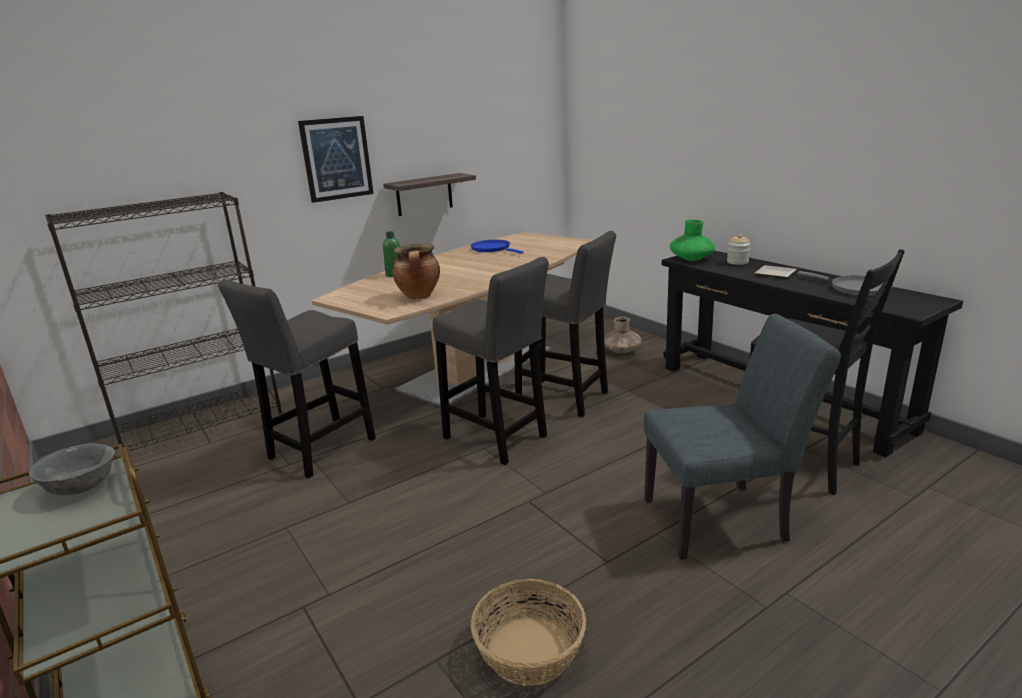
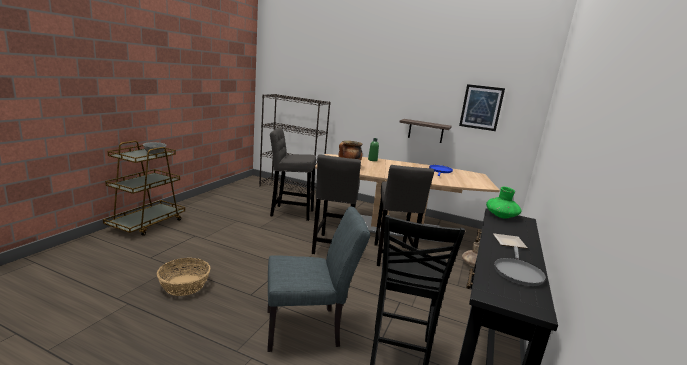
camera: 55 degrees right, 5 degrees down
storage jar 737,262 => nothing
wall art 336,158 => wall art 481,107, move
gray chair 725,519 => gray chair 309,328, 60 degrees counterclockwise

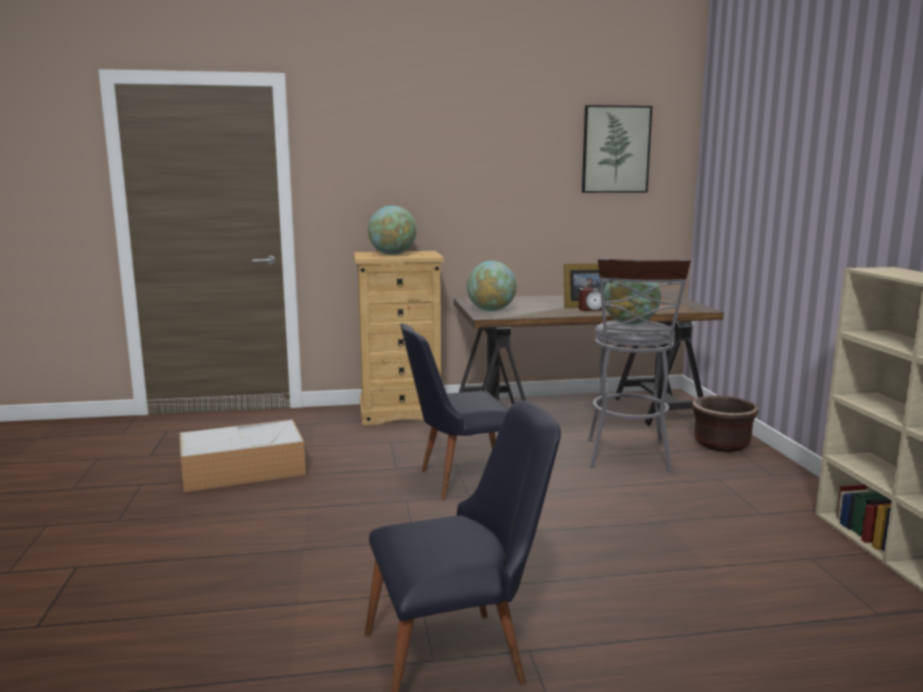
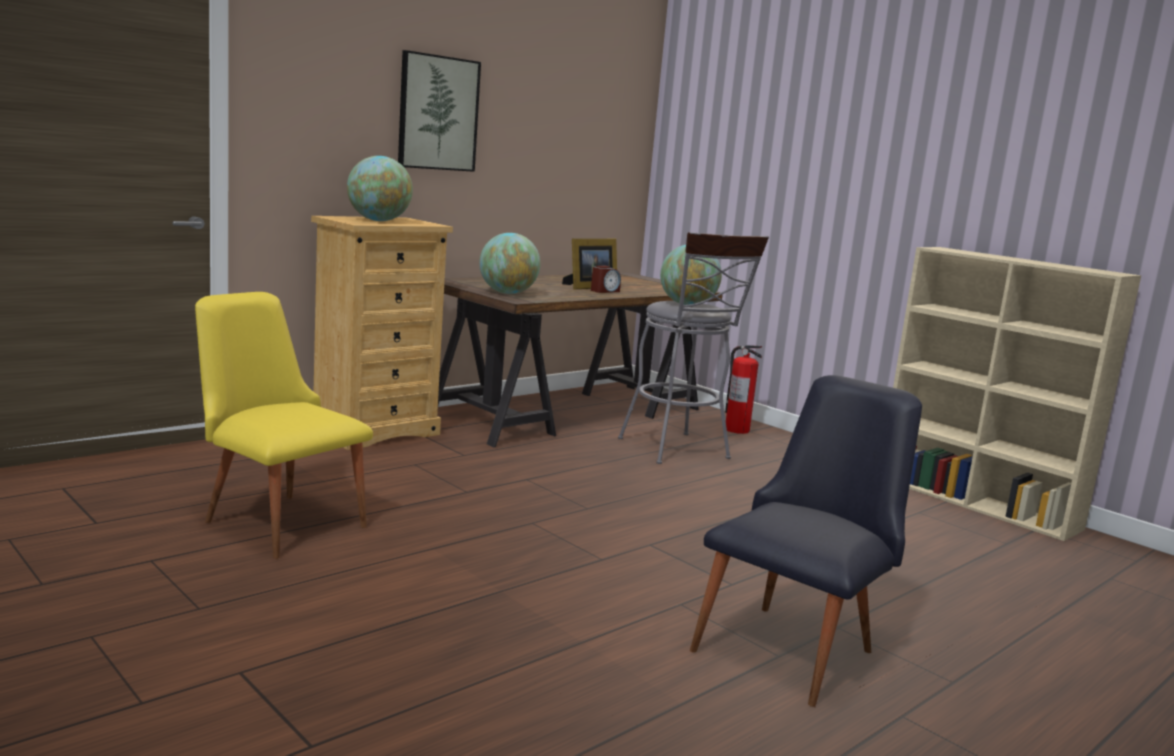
camera: 35 degrees left, 0 degrees up
blackish chair 460,480 => nothing
wall art 615,149 => wall art 437,113, move
storage box 245,469 => yellow chair 277,519
brown-coloured flower pot 721,444 => extinguisher 736,429

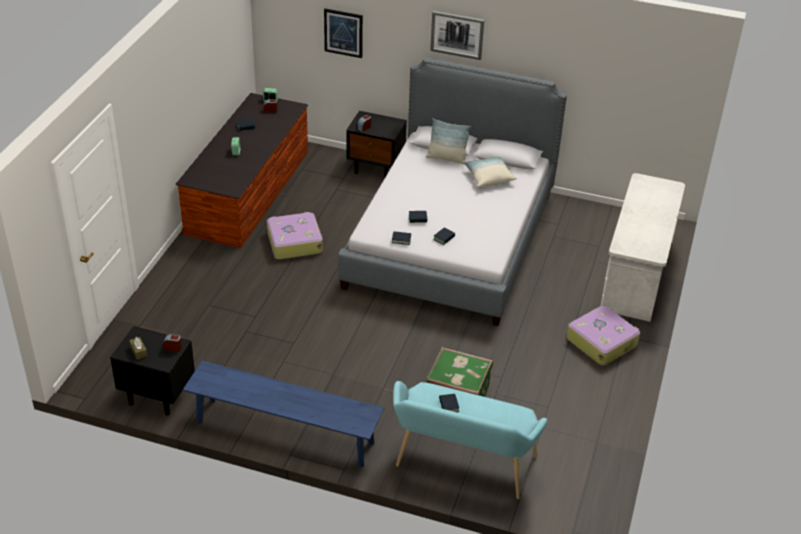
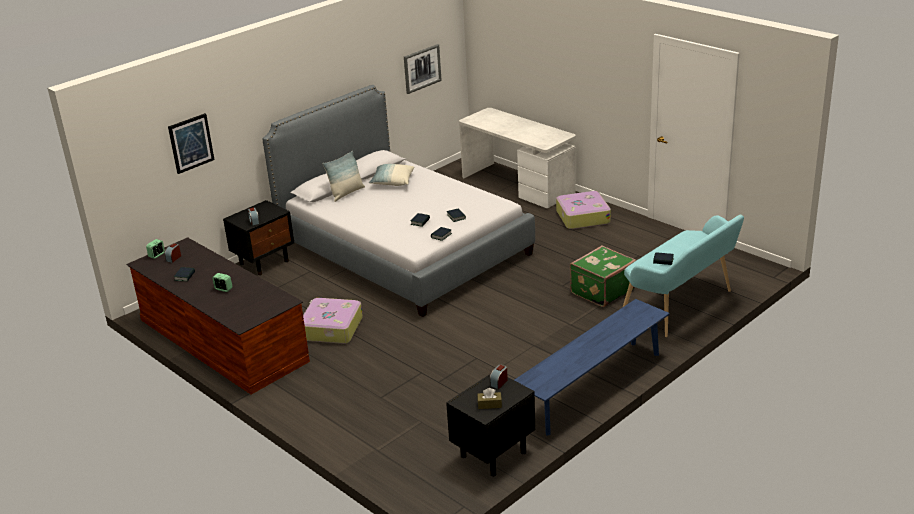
camera: 60 degrees left, 10 degrees down
wall art 457,35 => wall art 422,68, move

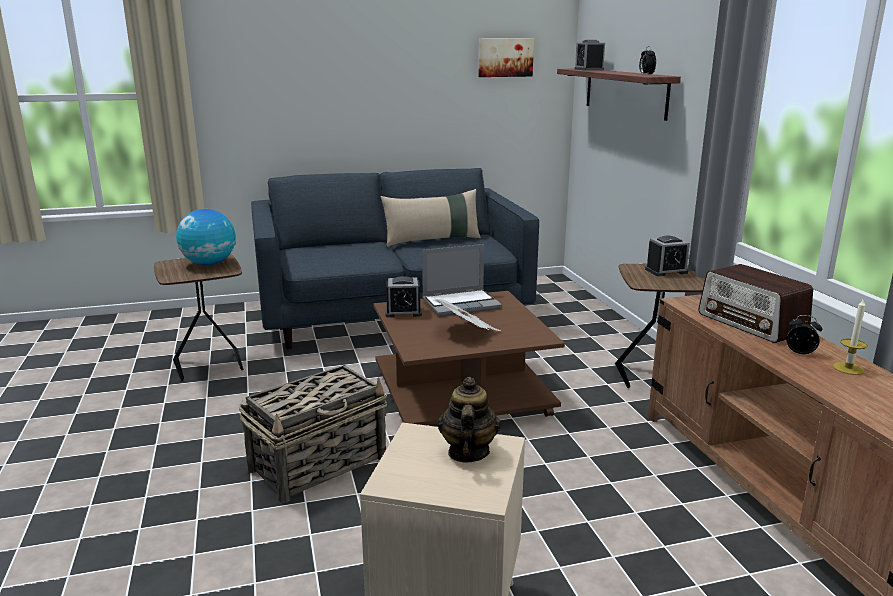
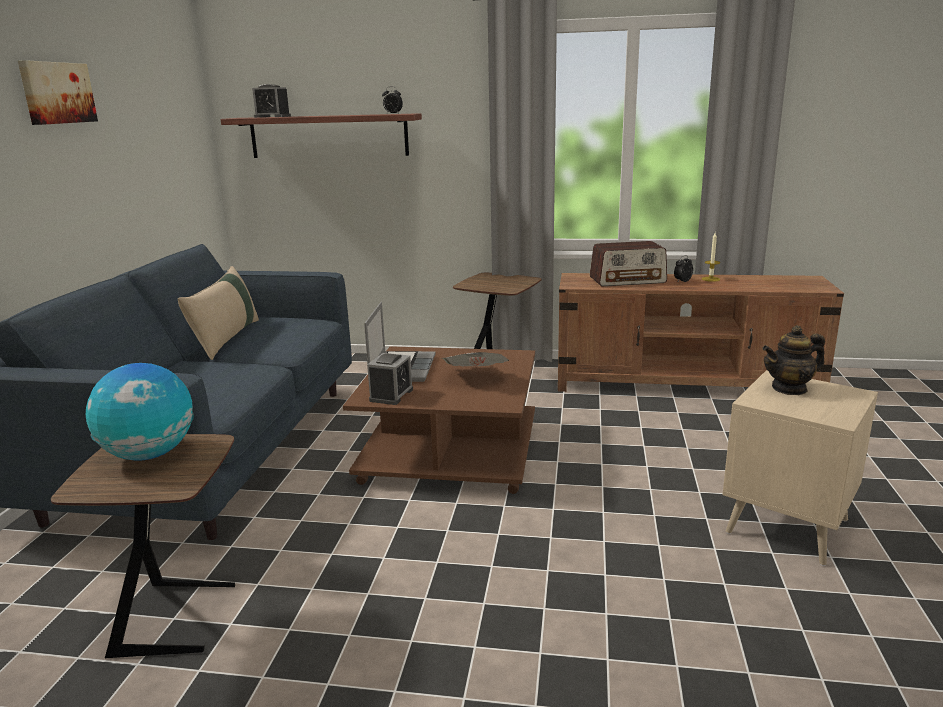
camera: 65 degrees left, 0 degrees up
basket 319,463 => nothing
bedside clock 666,271 => nothing
wall art 505,57 => wall art 56,93, move
tea pot 468,452 => tea pot 789,388, 45 degrees counterclockwise

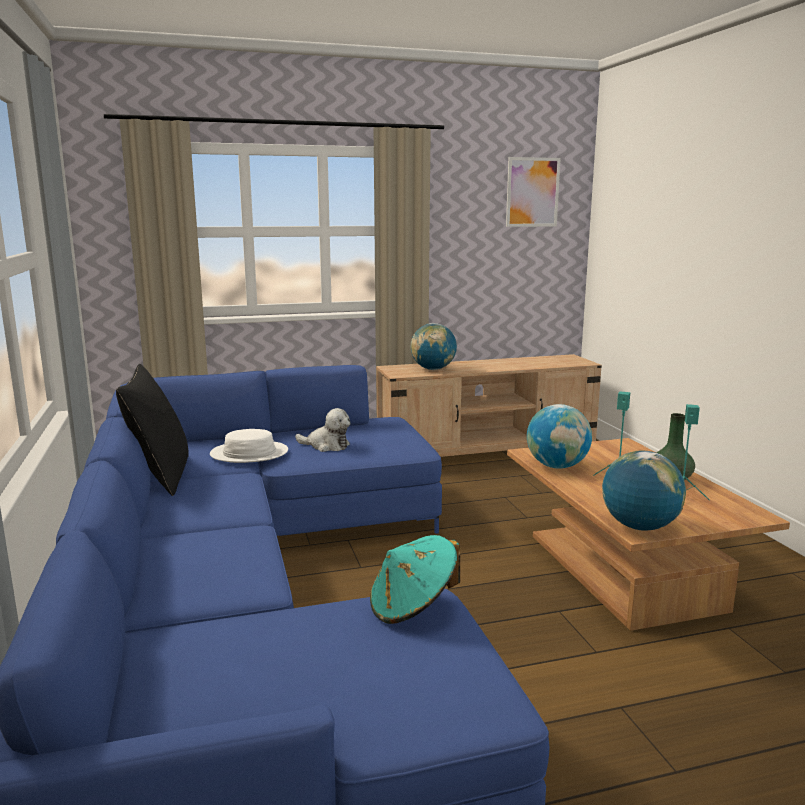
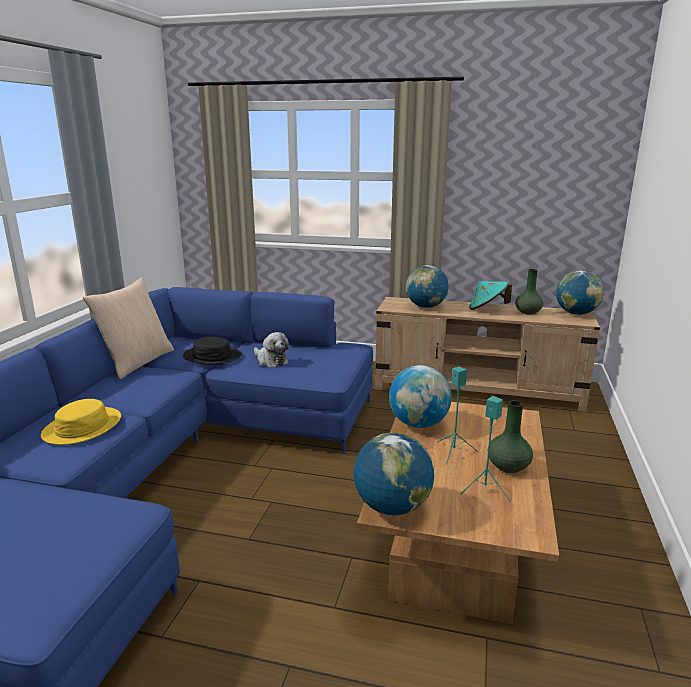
camera: 30 degrees right, 5 degrees up
wall art 532,192 => nothing
nothing => yellow clothing hat 82,427
nothing => green flower vase 528,312
nothing => world globe 576,314
turquoise clothing hat 413,606 => turquoise clothing hat 487,309, move
blackish throw pillow 161,476 => beige throw pillow 137,362
white clothing hat 249,453 => blackish clothing hat 212,356

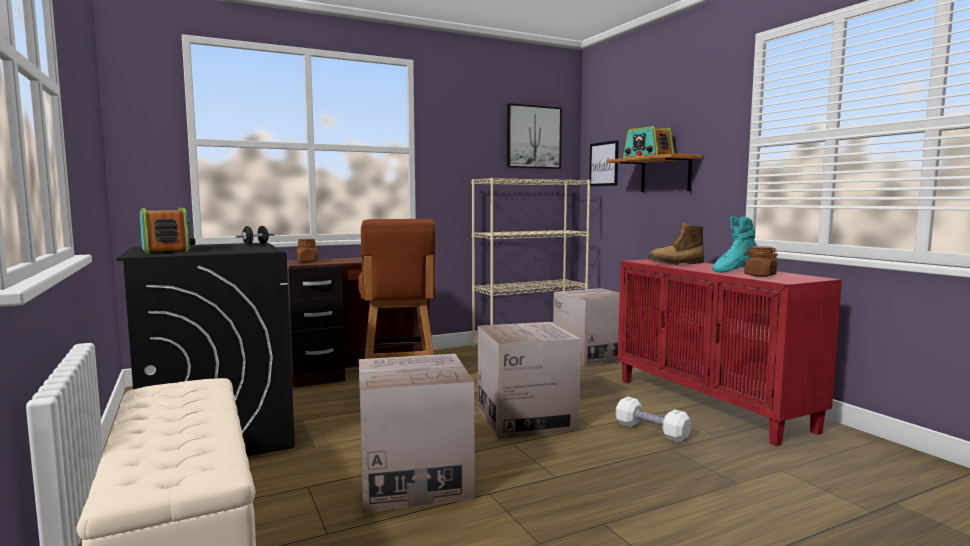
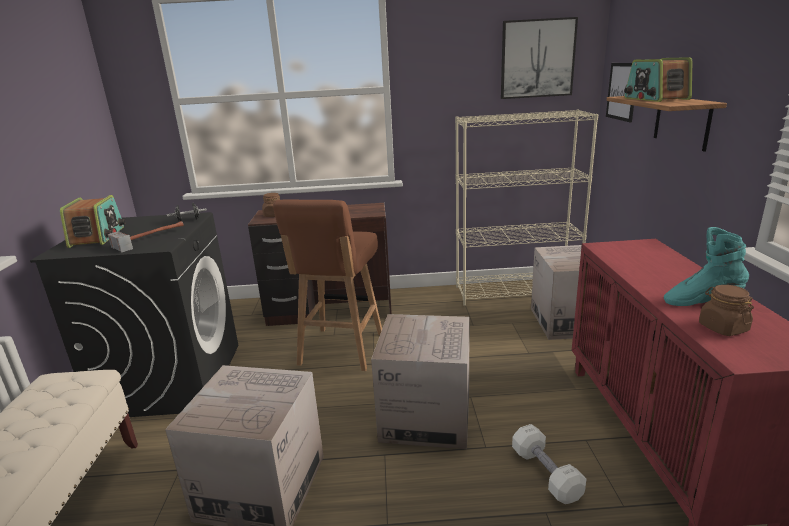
camera: 25 degrees right, 15 degrees up
tall boot 676,264 => nothing
nothing => hand hammer 149,238

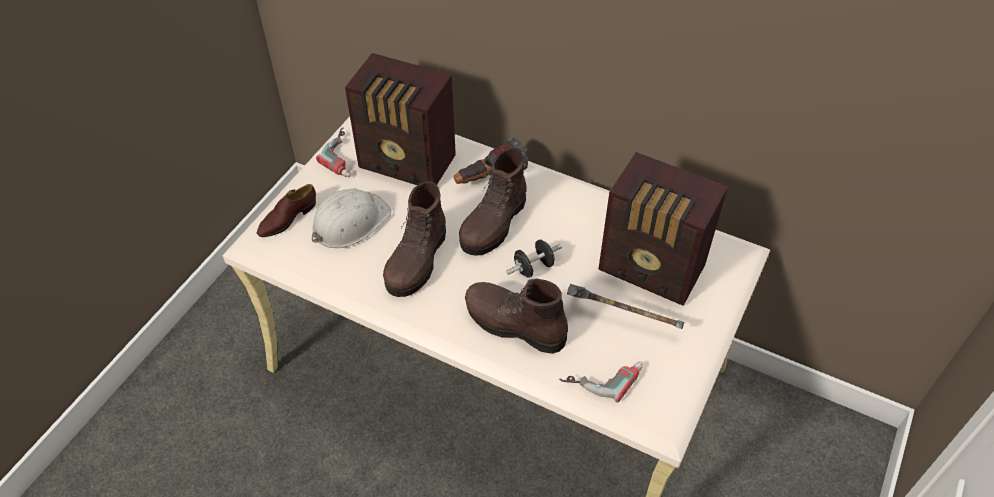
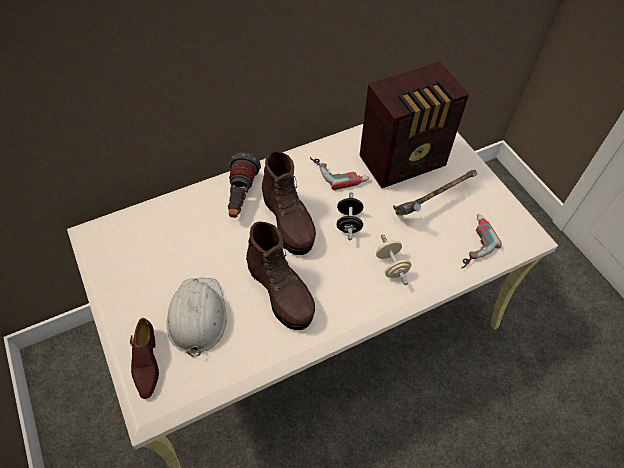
camera: 55 degrees left, 5 degrees up
radio receiver 408,164 => nothing
electric drill 345,156 => electric drill 339,171, move
brown-coloured tall boot 514,325 => beige hand weight 391,266

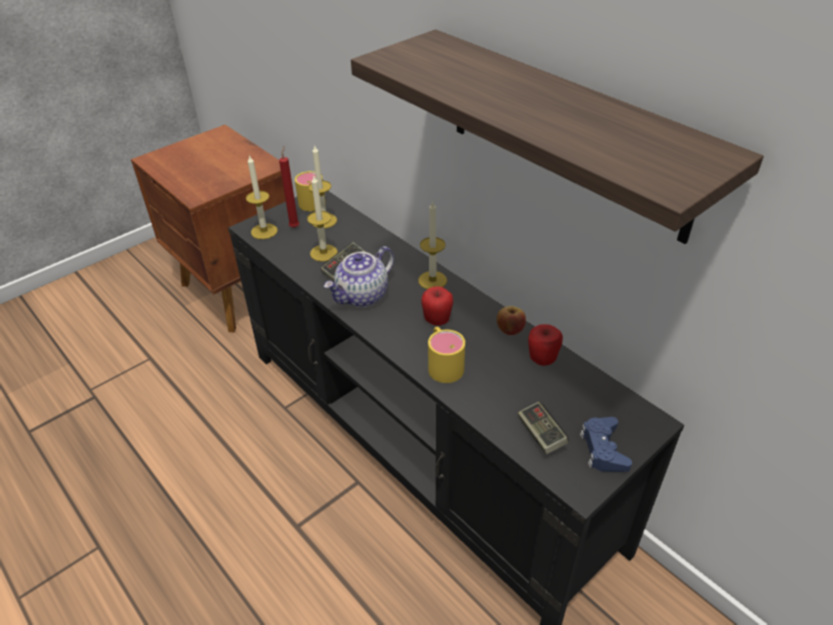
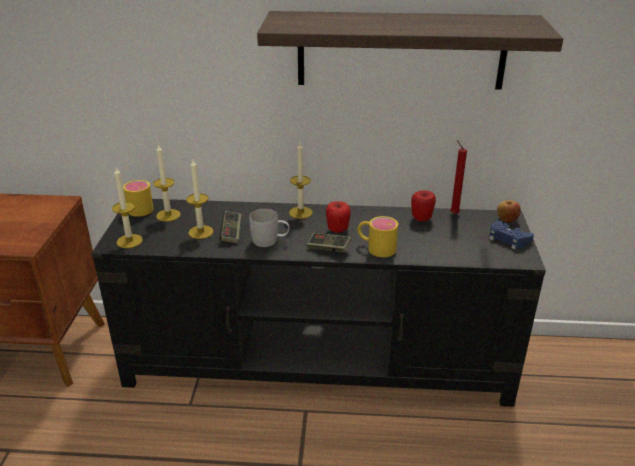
camera: 45 degrees left, 10 degrees down
red wax light 295,226 => red wax light 453,213, move
apple fruit 510,330 => apple fruit 507,219, move
gamepad 541,434 => gamepad 328,249, move
tea pot 362,296 => white coffee mug 270,241

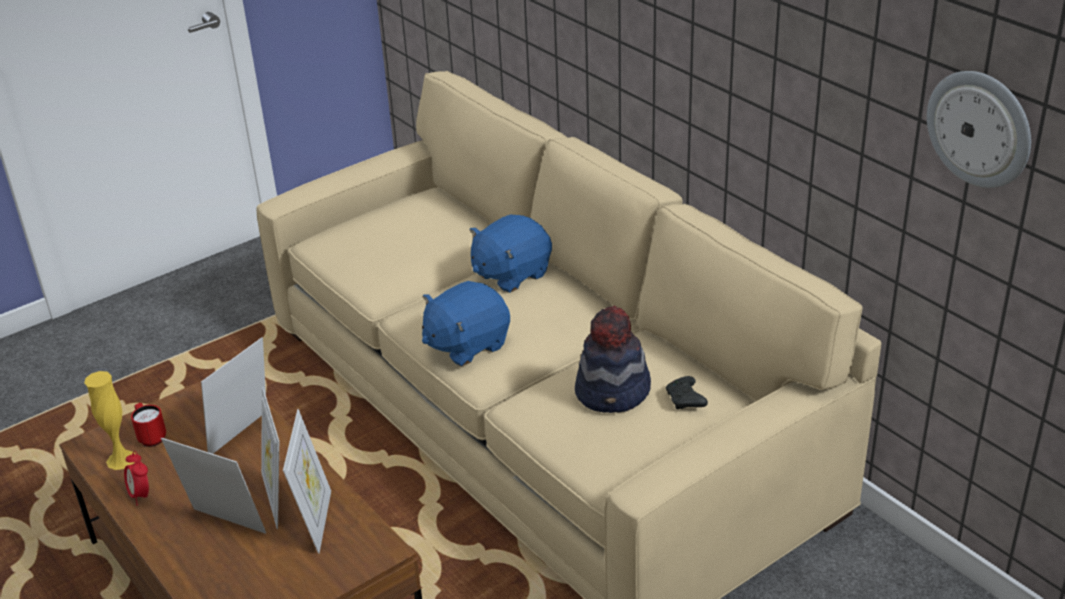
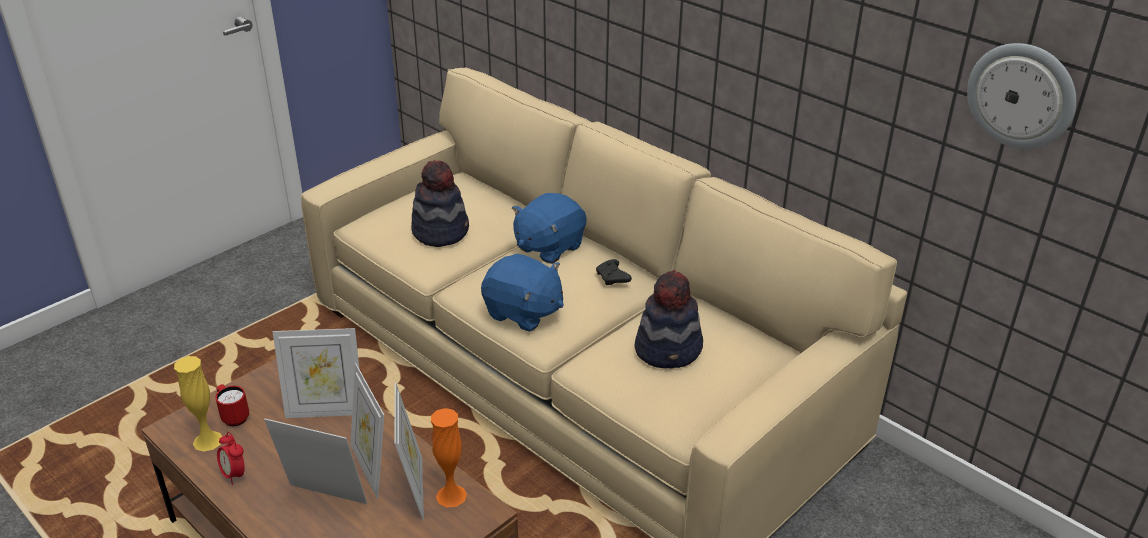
camera: 10 degrees left, 0 degrees up
nothing => clothing hat 441,231
nothing => orange-coloured flower vase 451,496
blackish gamepad 686,400 => blackish gamepad 613,278, move
standing frame 243,436 => standing frame 326,410, 120 degrees counterclockwise
blue plush toy 466,344 => blue plush toy 523,313, 105 degrees counterclockwise

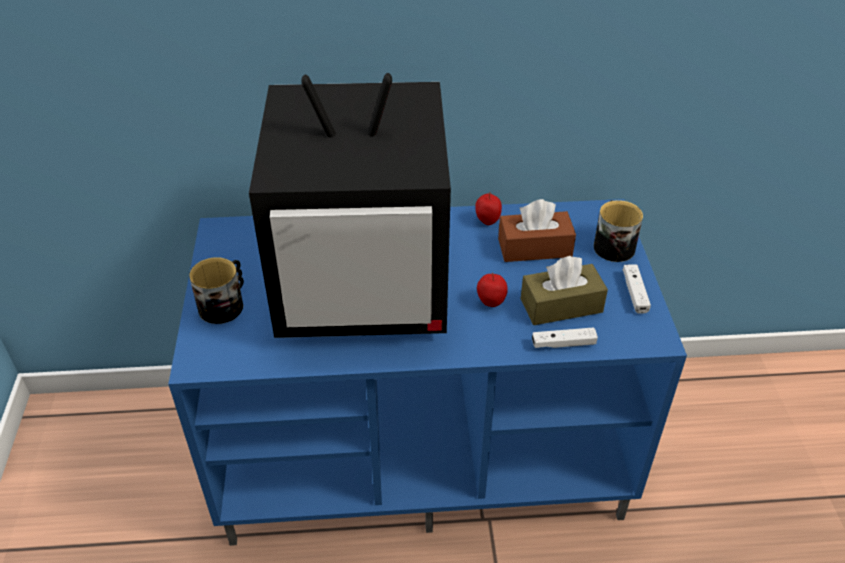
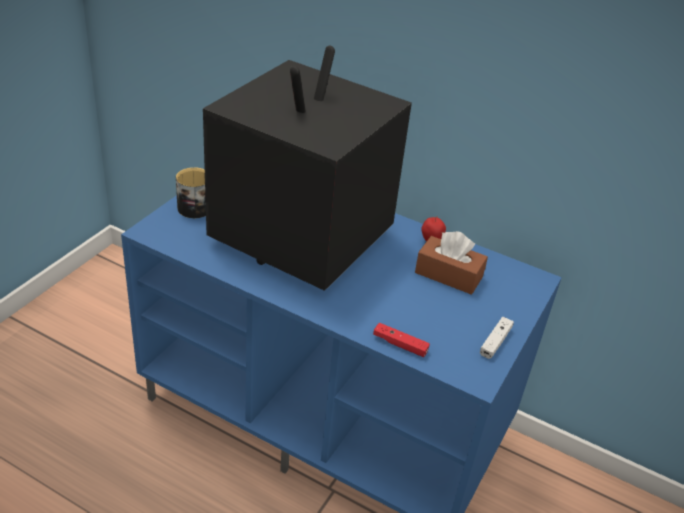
camera: 30 degrees right, 5 degrees down
apple fruit 491,303 => nothing
brown-coloured tissue holder 561,305 => nothing
coffee mug 612,244 => nothing
white gamepad 563,344 => red gamepad 400,344
television 366,285 => television 299,239, 90 degrees clockwise

